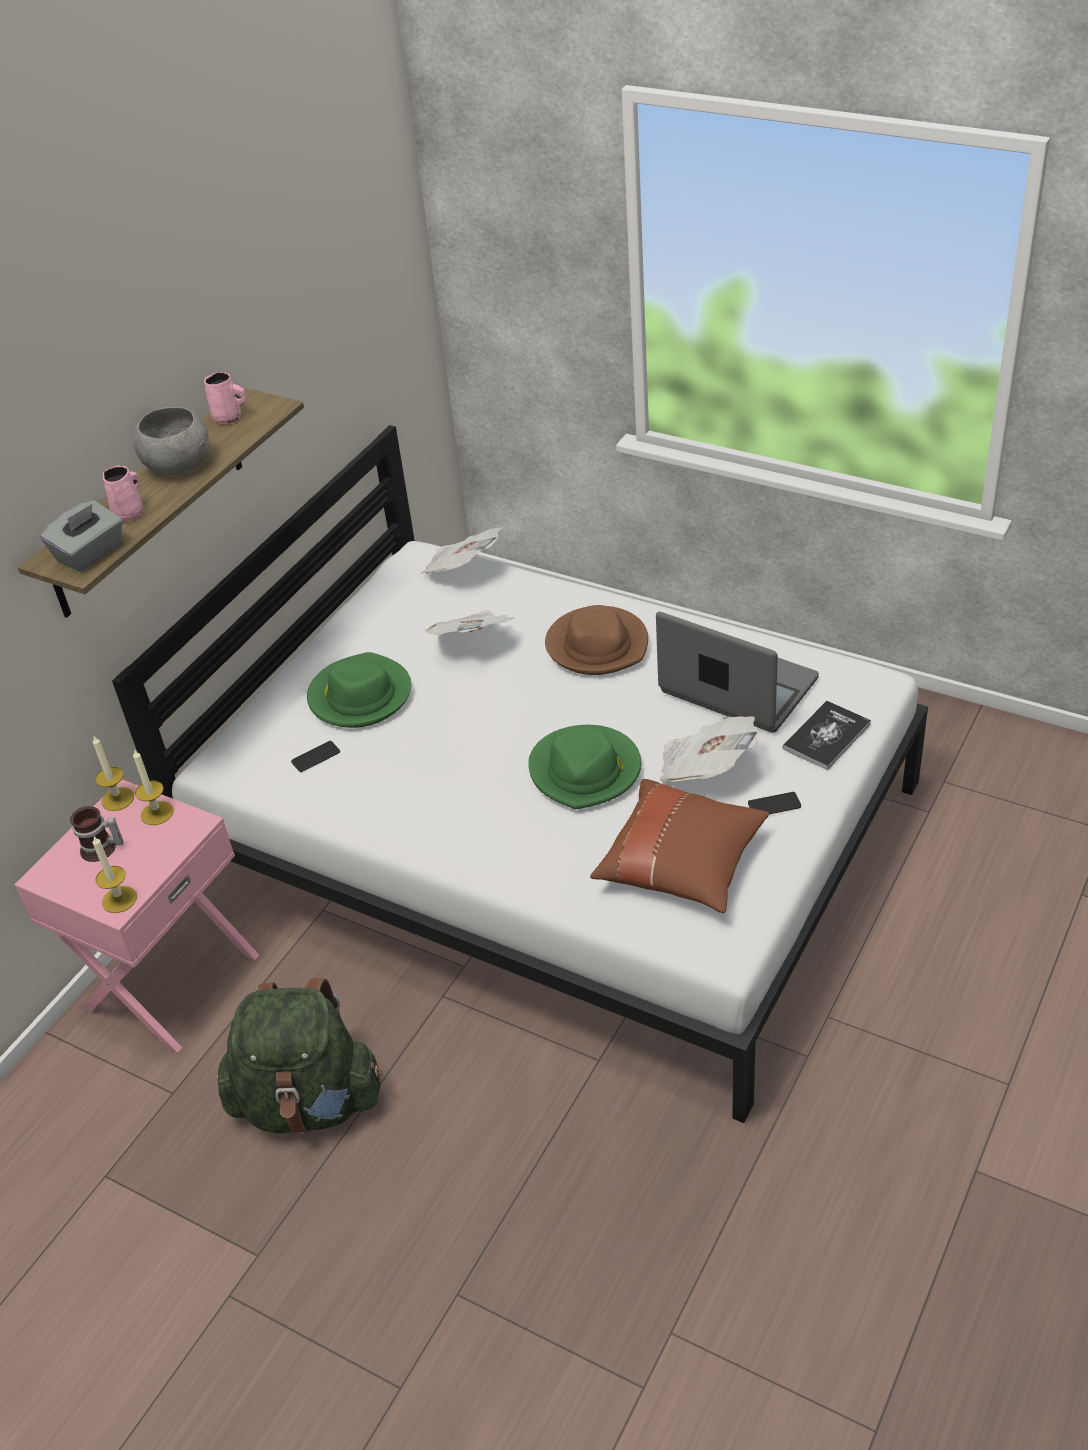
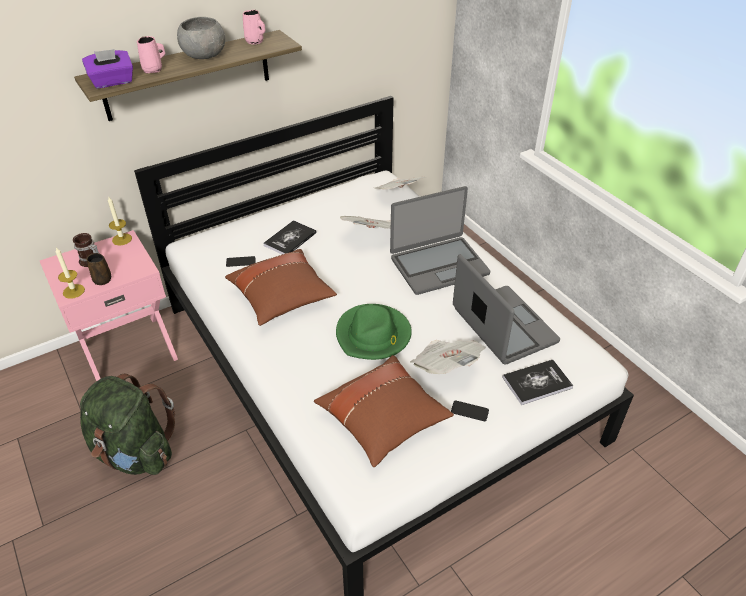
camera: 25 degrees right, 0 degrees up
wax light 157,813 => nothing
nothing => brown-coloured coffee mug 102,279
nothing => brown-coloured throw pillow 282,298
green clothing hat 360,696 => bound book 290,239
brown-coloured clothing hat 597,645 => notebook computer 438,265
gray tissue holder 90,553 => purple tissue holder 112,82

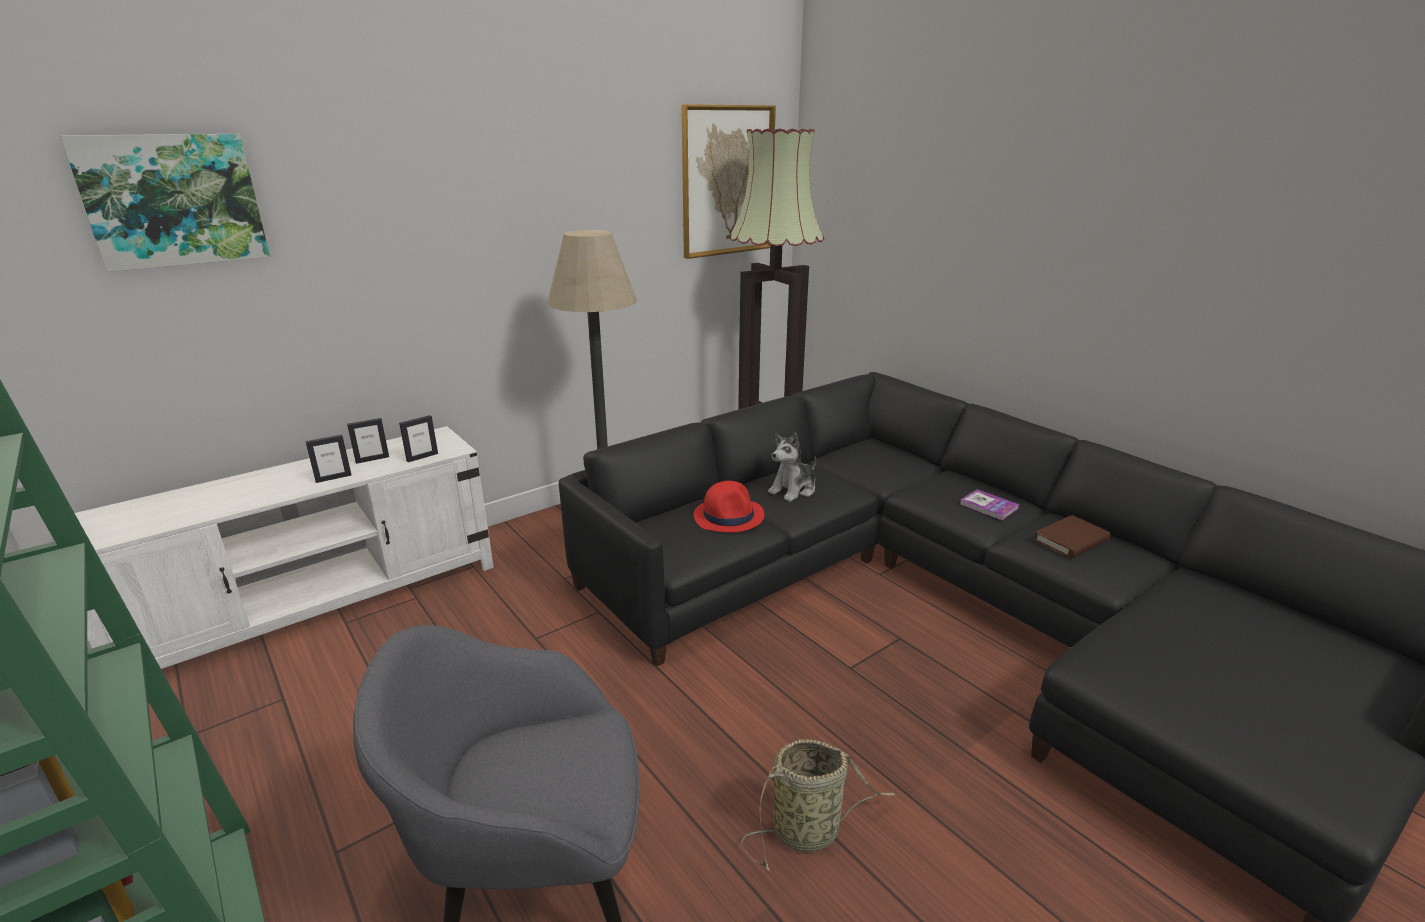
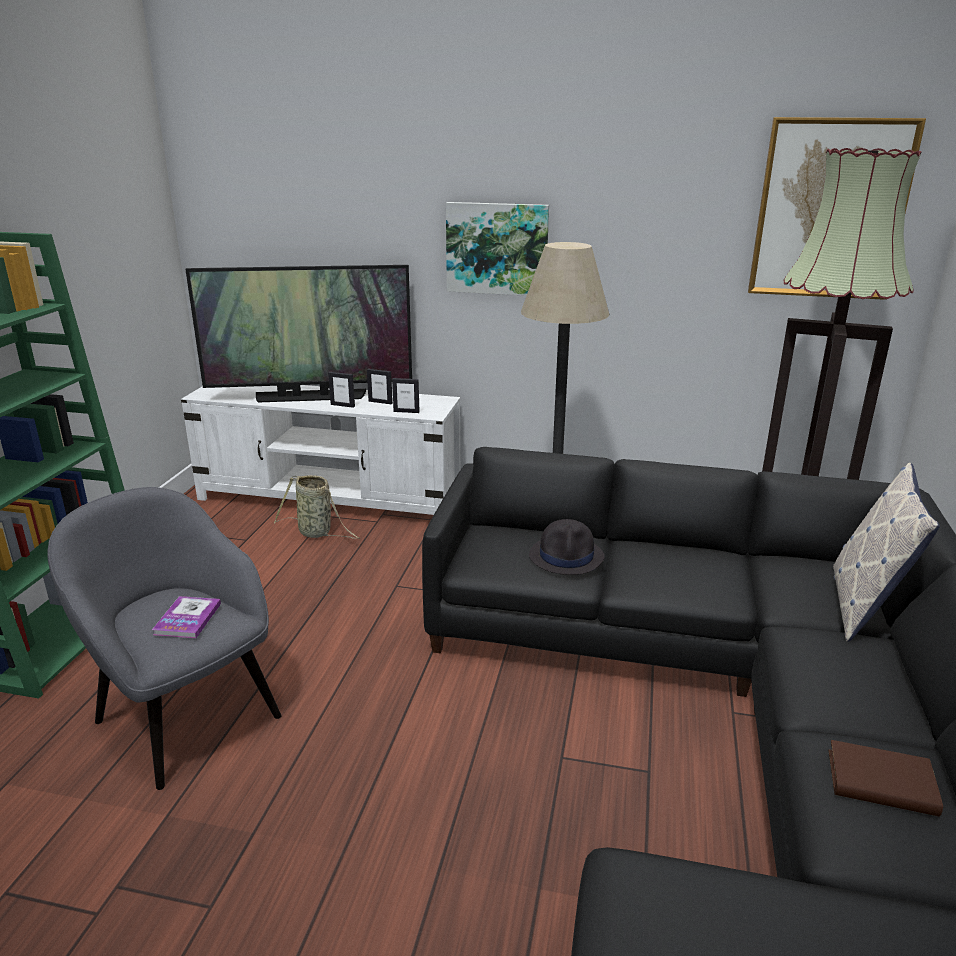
camera: 50 degrees right, 0 degrees up
plush toy 793,490 => nothing
nothing => television 310,397
nothing => throw pillow 864,606
wall art 173,200 => wall art 497,248, move
basket 810,831 => basket 317,533, move
bound book 988,506 => bound book 187,619, move
red clothing hat 729,516 => blackish clothing hat 567,556

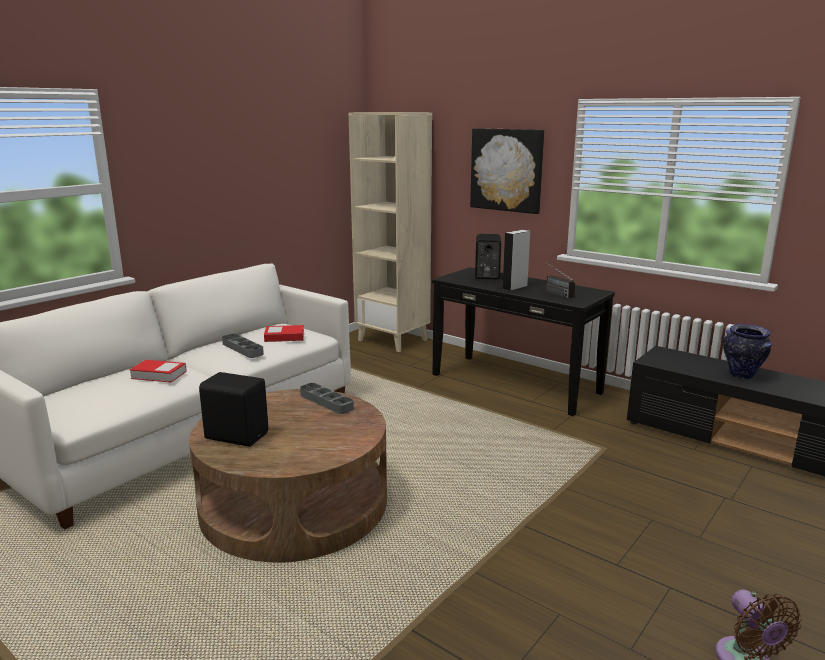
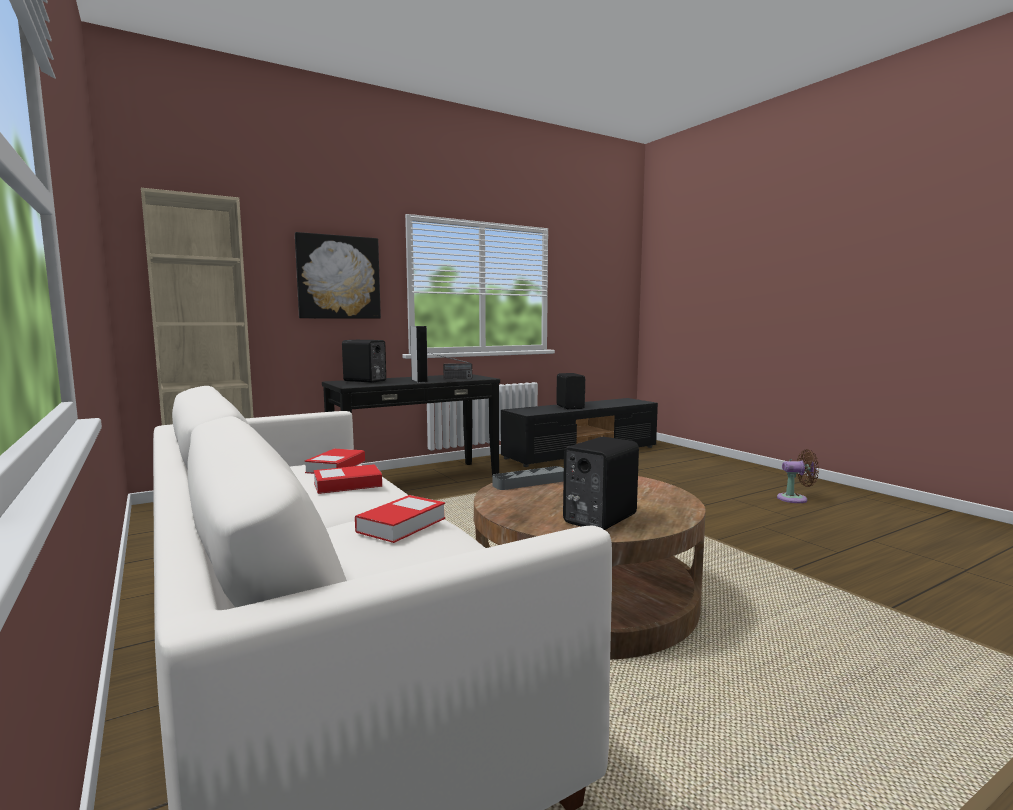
camera: 70 degrees left, 10 degrees down
gray tray 242,349 => bound book 347,485
flower vase 742,375 => blackish speaker 570,407

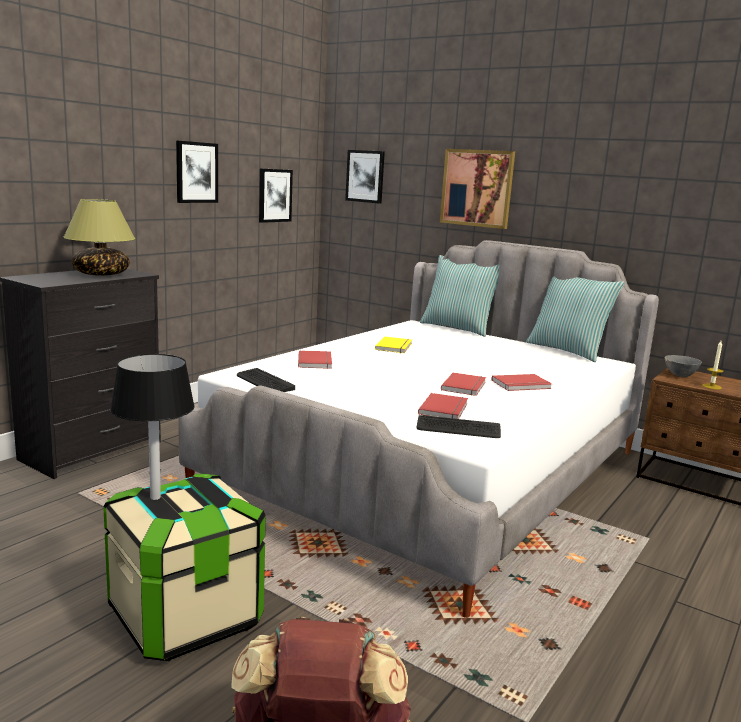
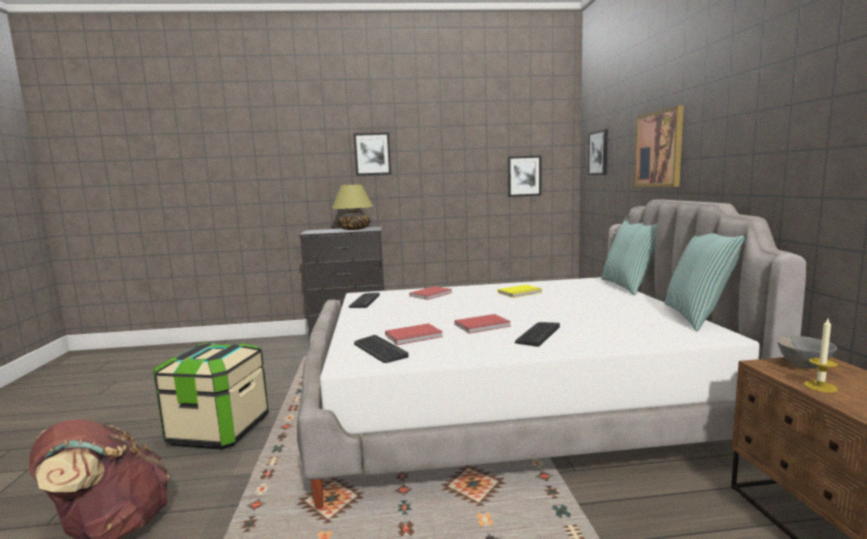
camera: 50 degrees right, 5 degrees down
blackish table lamp 155,497 => nothing
wall art 196,172 => wall art 372,154, move
red bound book 522,385 => keyboard 537,334

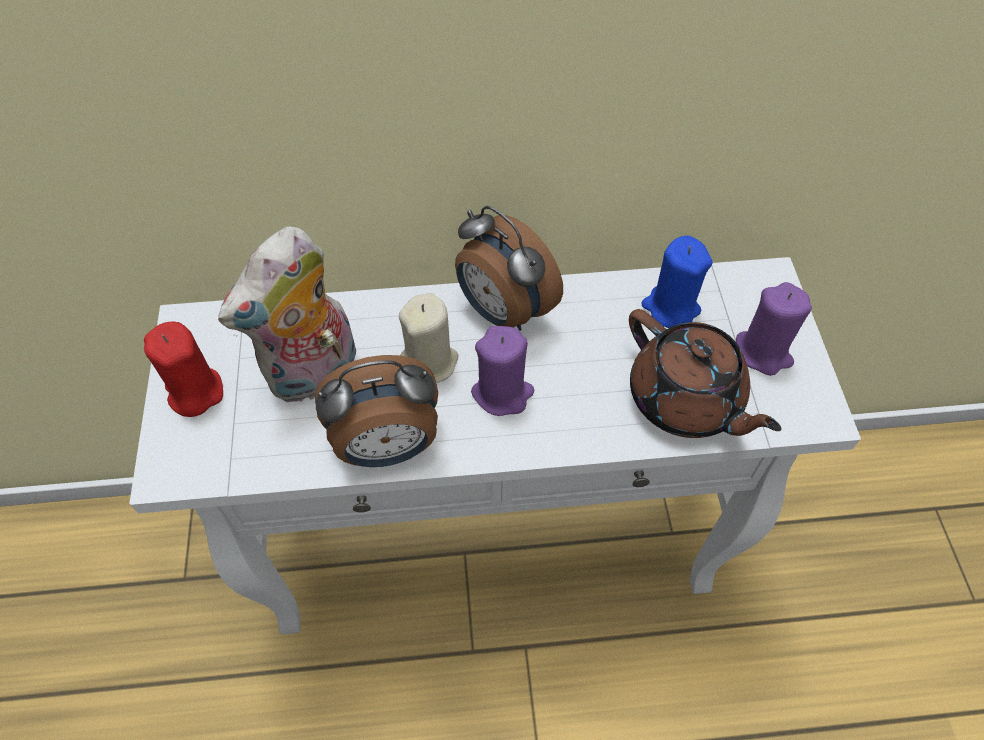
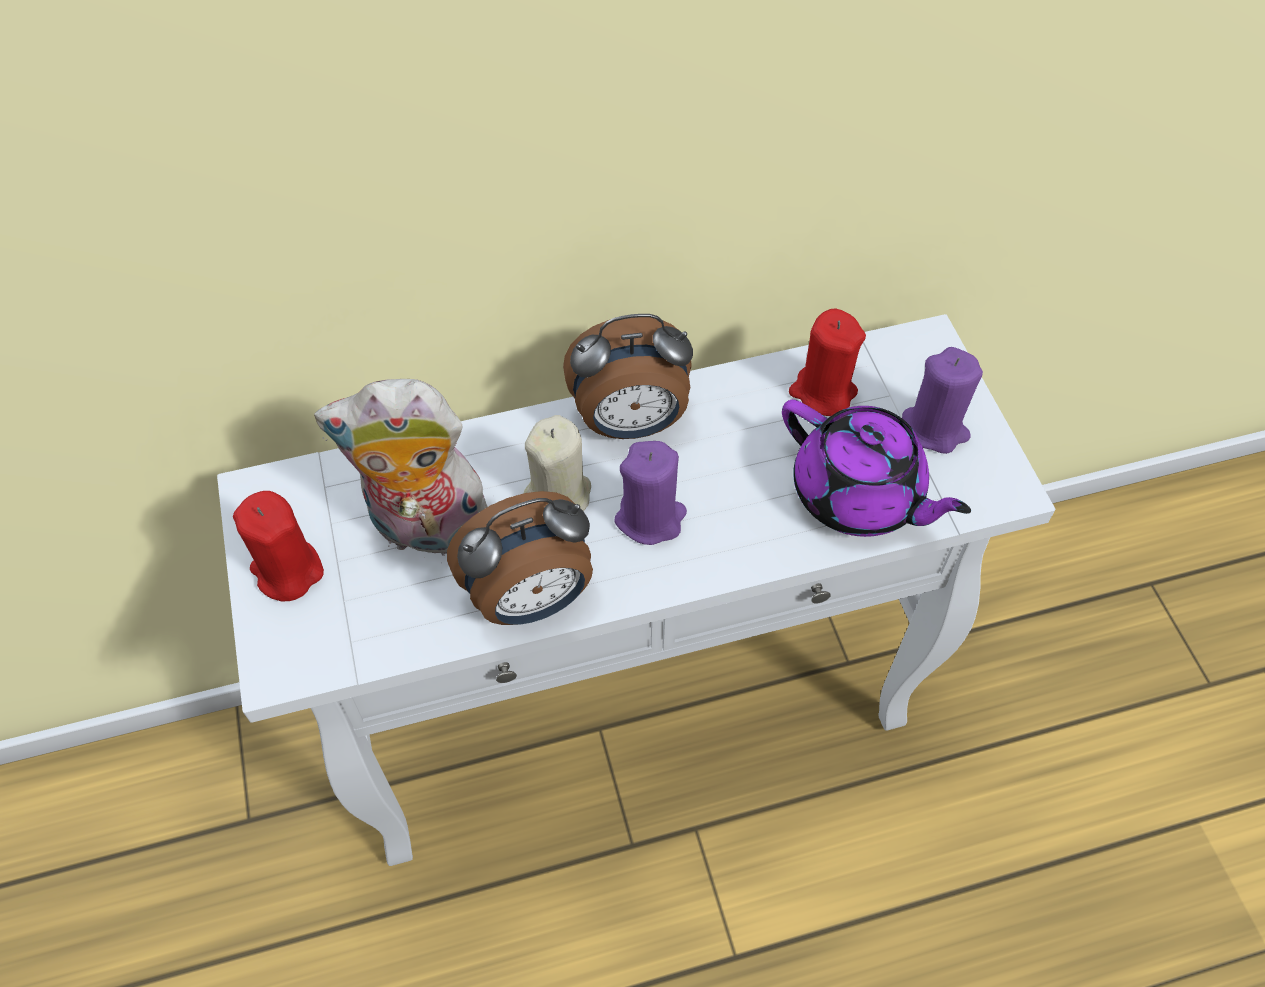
camera: 10 degrees left, 0 degrees up
brown-coloured tea pot 686,400 => purple tea pot 858,495
blue wax light 670,308 => red wax light 822,392
plush toy 314,375 => plush toy 426,530, 60 degrees clockwise
bedside clock 502,311 => bedside clock 631,423, 45 degrees counterclockwise

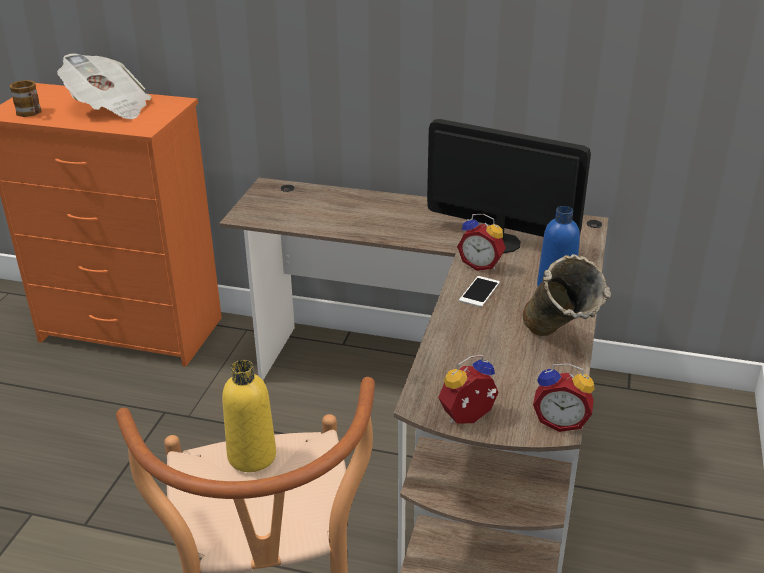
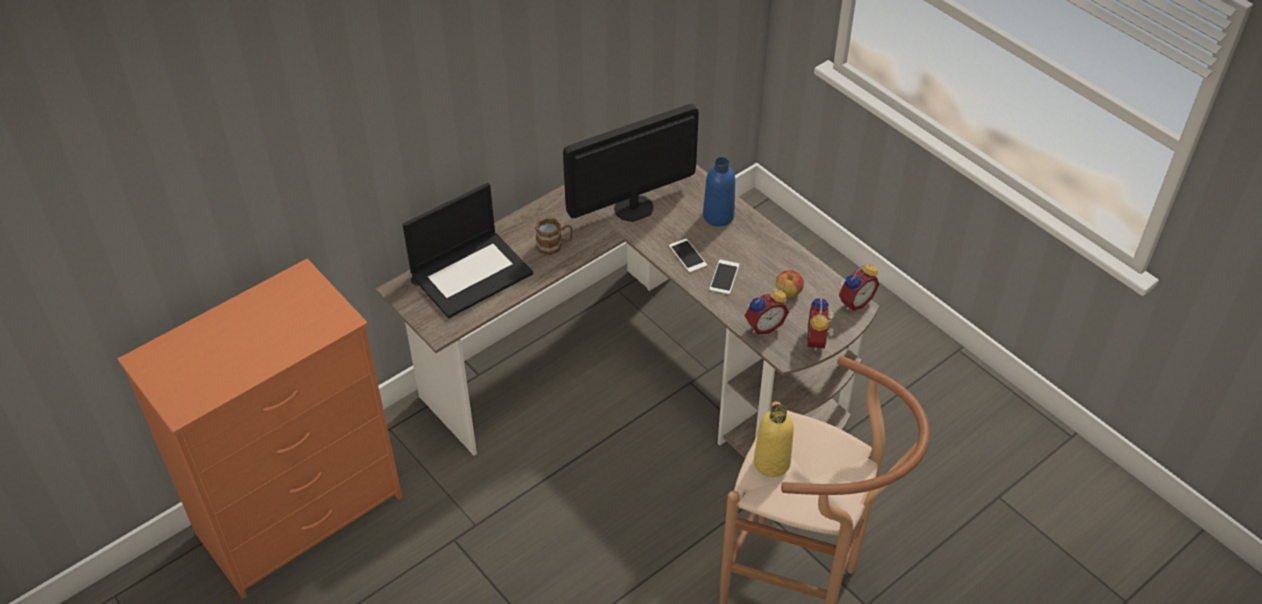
camera: 55 degrees left, 15 degrees up
printed paper 109,108 => nothing
beige flower vase 557,345 => nothing
nothing => notebook computer 472,273
nothing => phone 724,277
nothing => apple fruit 788,292
coffee mug 31,113 => coffee mug 554,245, move
bedside clock 481,265 => bedside clock 763,325, move

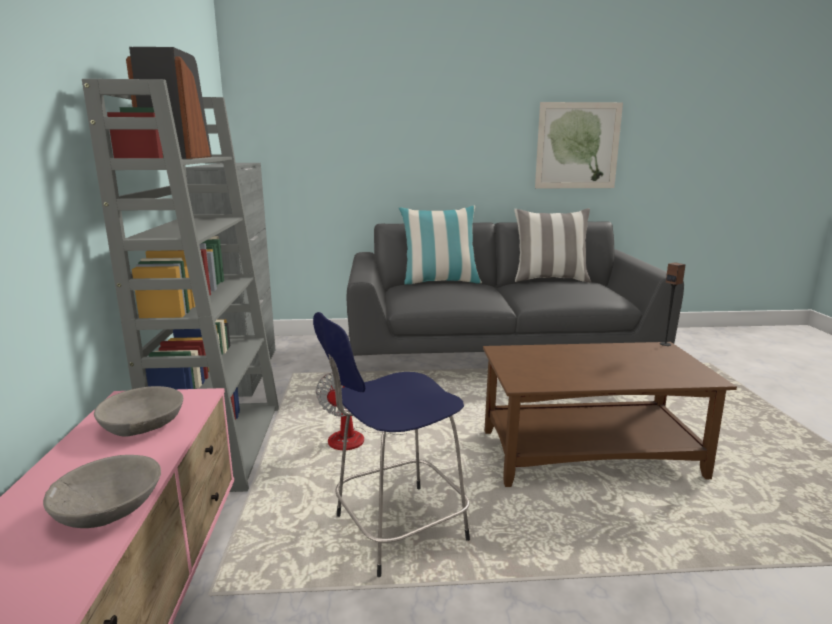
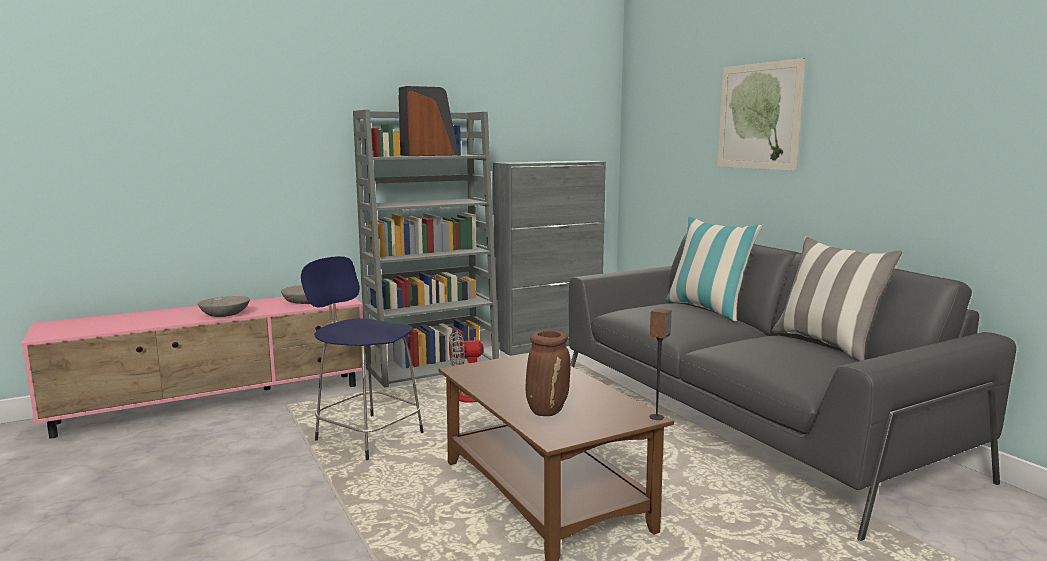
camera: 65 degrees right, 5 degrees down
nothing => brown-coloured flower vase 547,411
wall art 577,146 => wall art 758,116, move

